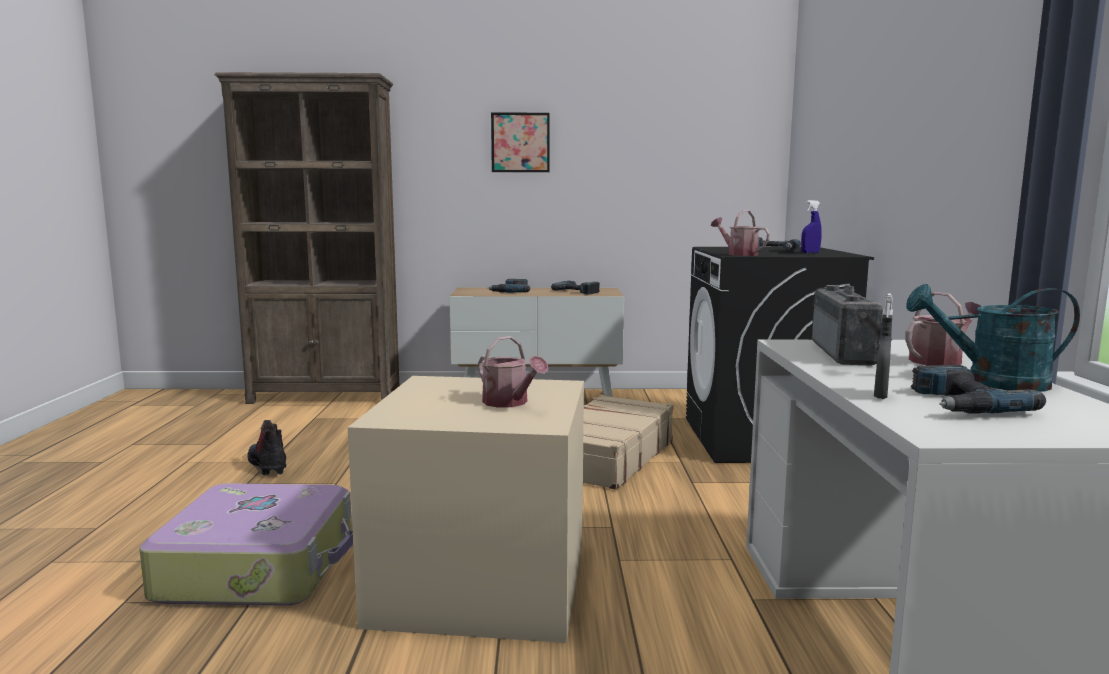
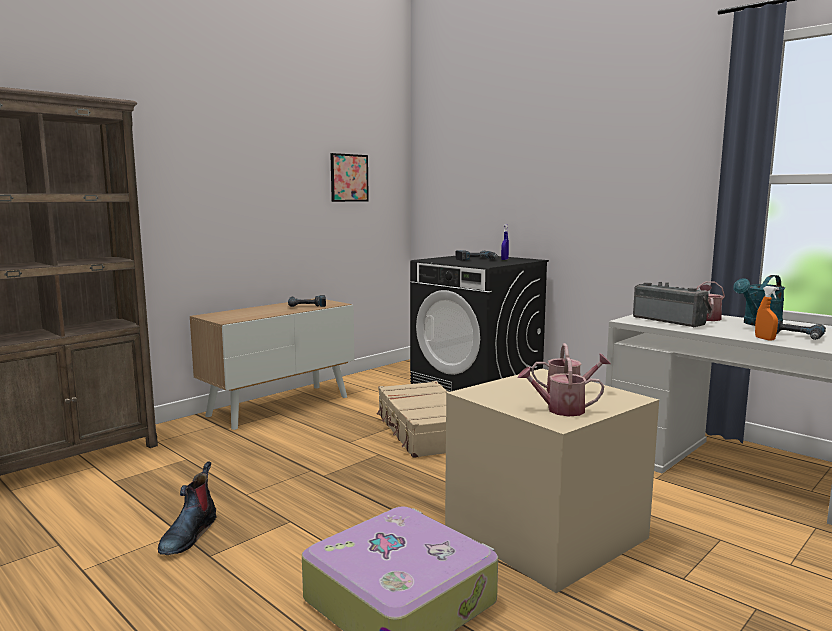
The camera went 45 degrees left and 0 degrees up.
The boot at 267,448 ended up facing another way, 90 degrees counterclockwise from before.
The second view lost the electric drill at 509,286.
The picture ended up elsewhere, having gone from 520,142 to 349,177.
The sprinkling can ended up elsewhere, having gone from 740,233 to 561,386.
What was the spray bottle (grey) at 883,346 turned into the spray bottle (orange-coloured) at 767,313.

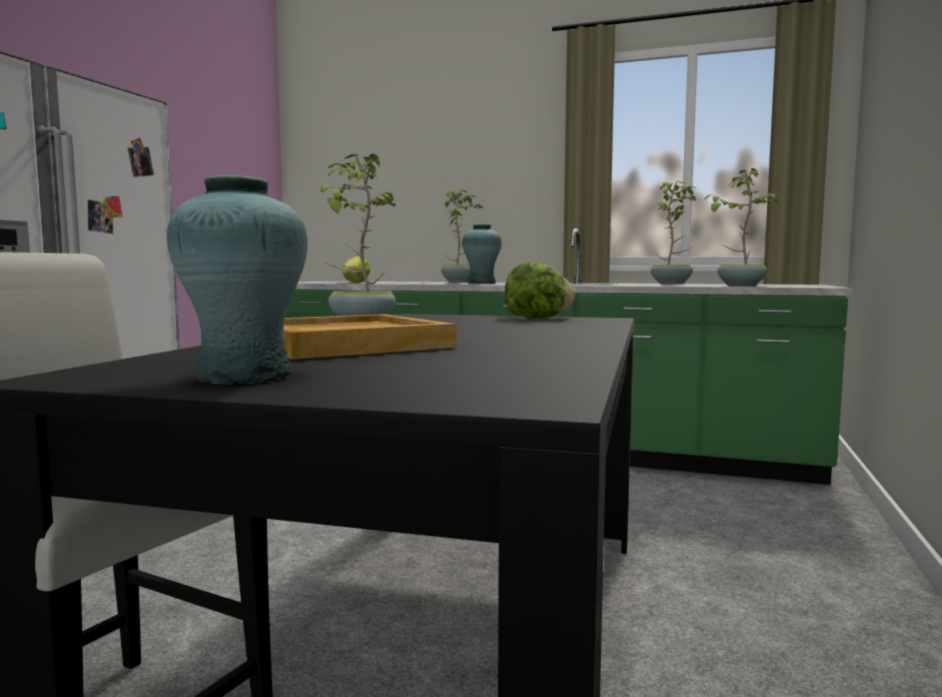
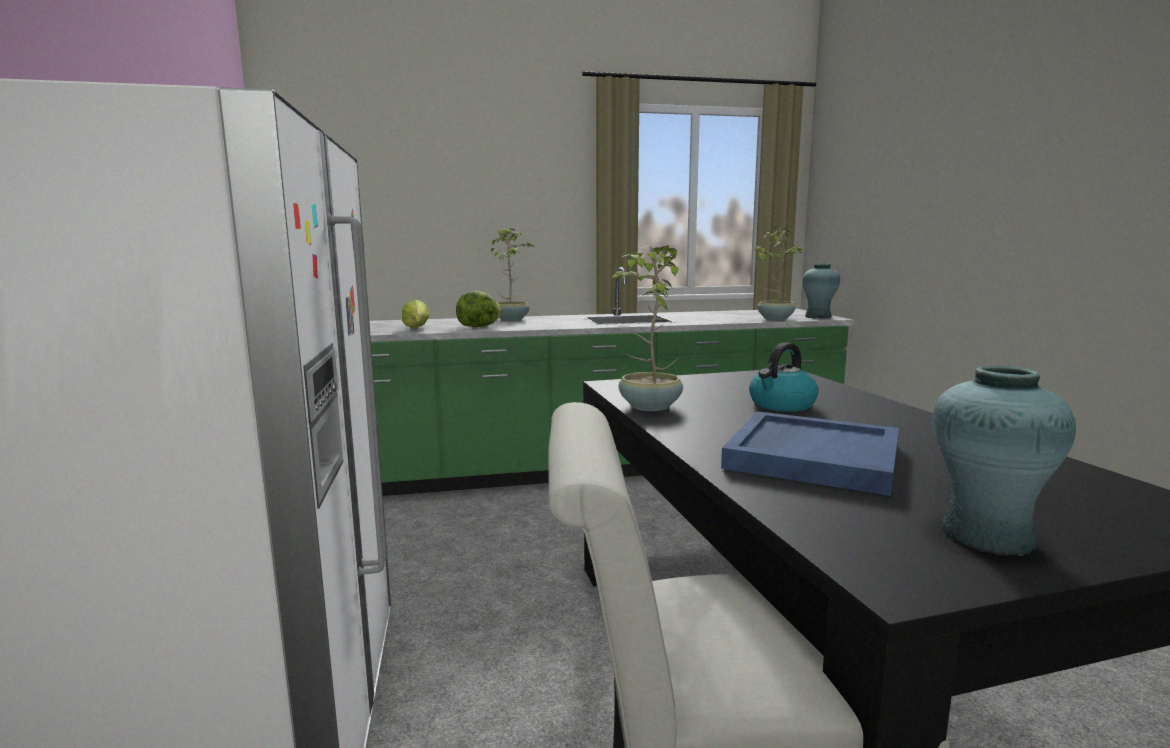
The camera went 30 degrees left and 5 degrees up.
What was the serving tray (beige-coloured) at 370,336 turned into the serving tray (blue-coloured) at 810,453.
The vase (blue-green) ended up elsewhere, having gone from 482,254 to 821,291.
The lettuce head ended up elsewhere, having gone from 540,290 to 479,309.
The second view lost the houseplant at 673,233.
The second view gained the water kettle at 783,377.

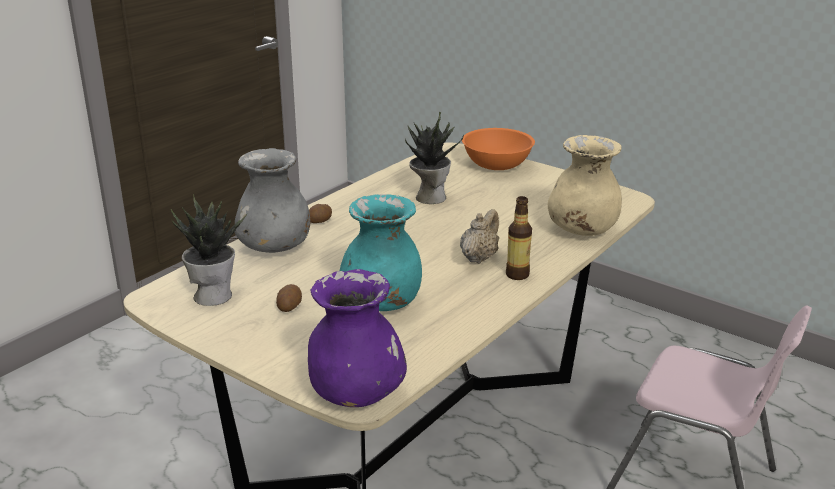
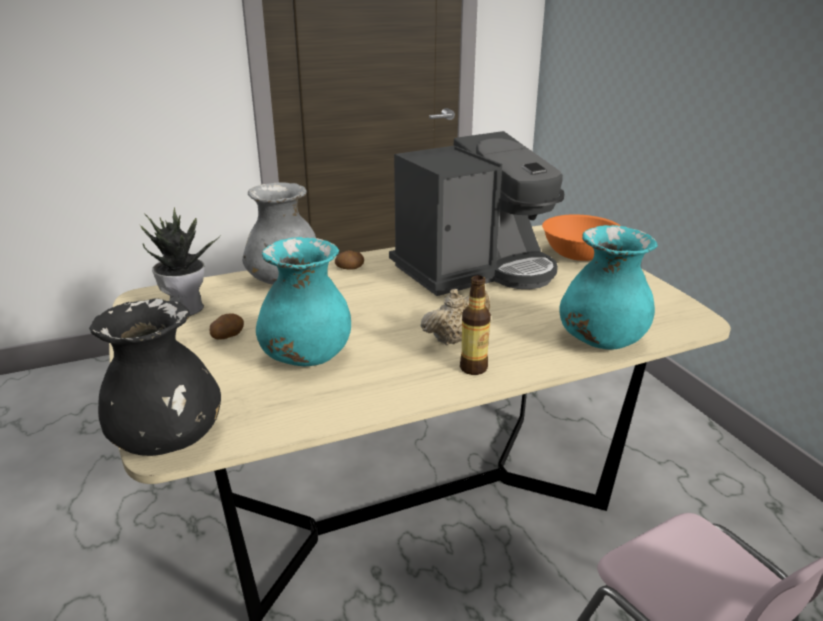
The camera went 30 degrees right and 0 degrees up.
What was the vase (purple-coloured) at 357,338 turned into the vase (black) at 155,377.
Where the houseplant stood at 434,158, the coffee maker came to stand at 476,213.
What was the vase (beige-coloured) at 585,185 turned into the vase (blue-green) at 608,287.

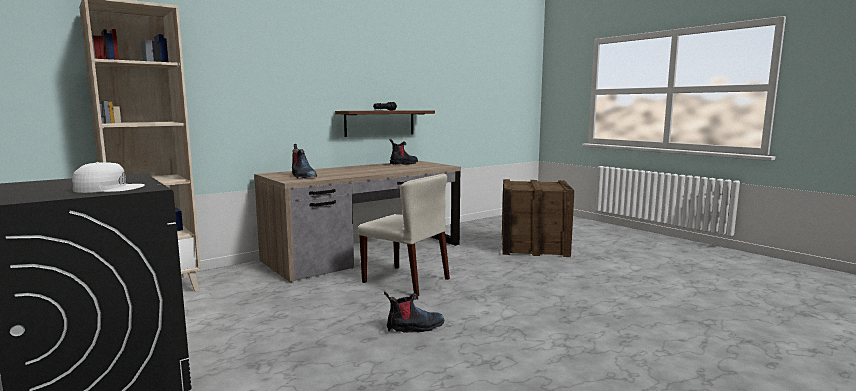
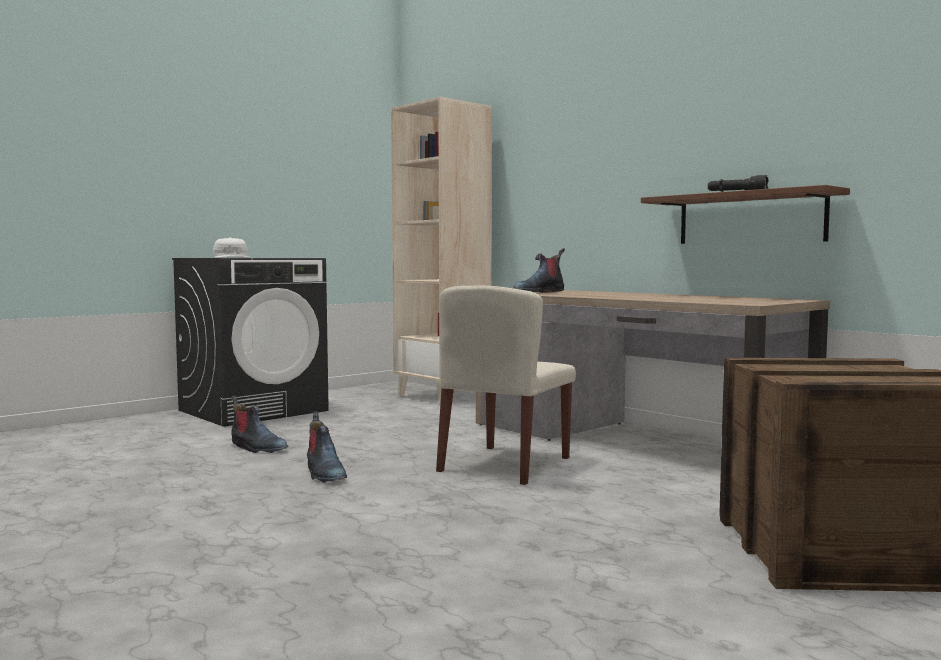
The camera went 85 degrees right and 5 degrees down.
The boot ended up elsewhere, having gone from 403,152 to 259,424.

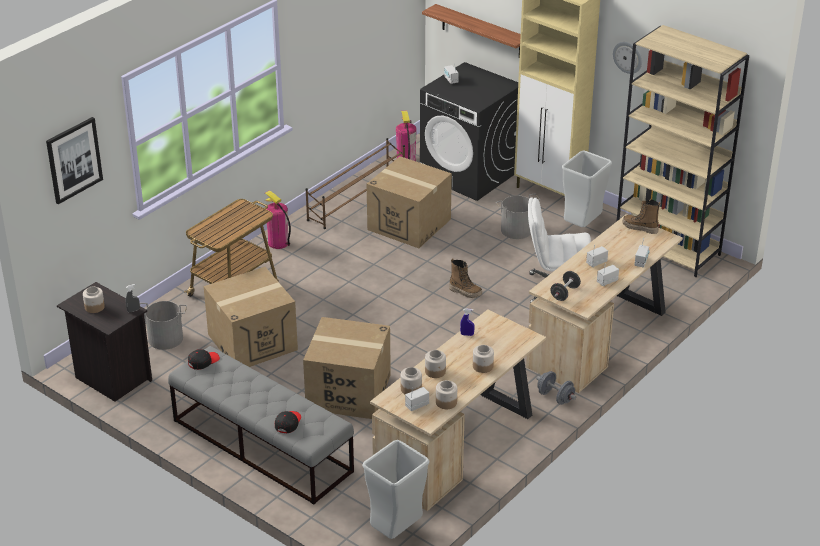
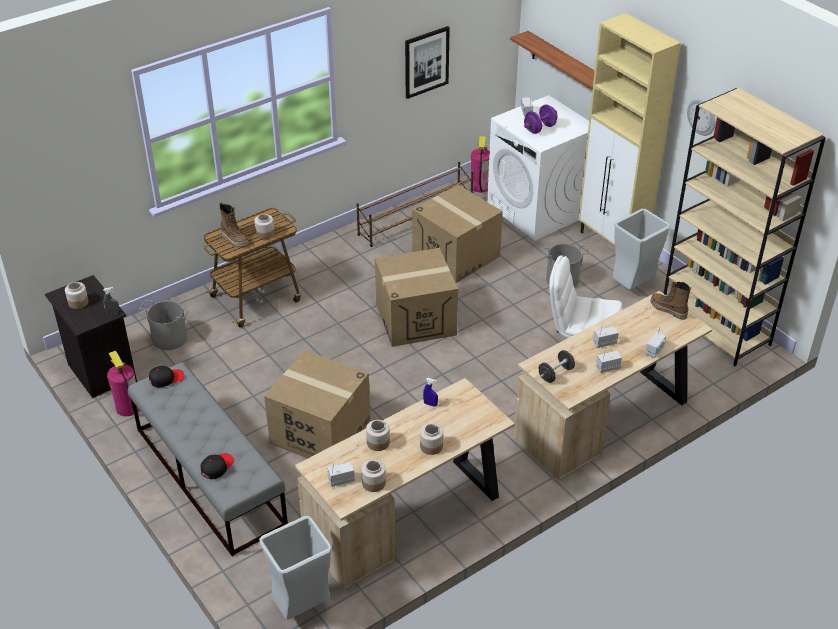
The camera went 15 degrees right and 5 degrees up.
The picture ended up elsewhere, having gone from 74,160 to 427,62.
The carton ended up elsewhere, having gone from 251,317 to 416,297.
The extinguisher ended up elsewhere, having gone from 278,220 to 123,383.
The storage jar ended up elsewhere, having gone from 411,380 to 264,226.
What was the laundry machine (black) at 469,131 turned into the laundry machine (white-coloured) at 538,168.
The boot ended up elsewhere, having gone from 465,278 to 234,225.
The second view lost the dumbbell (grey) at 556,388.
The second view gained the dumbbell (purple-coloured) at 540,119.

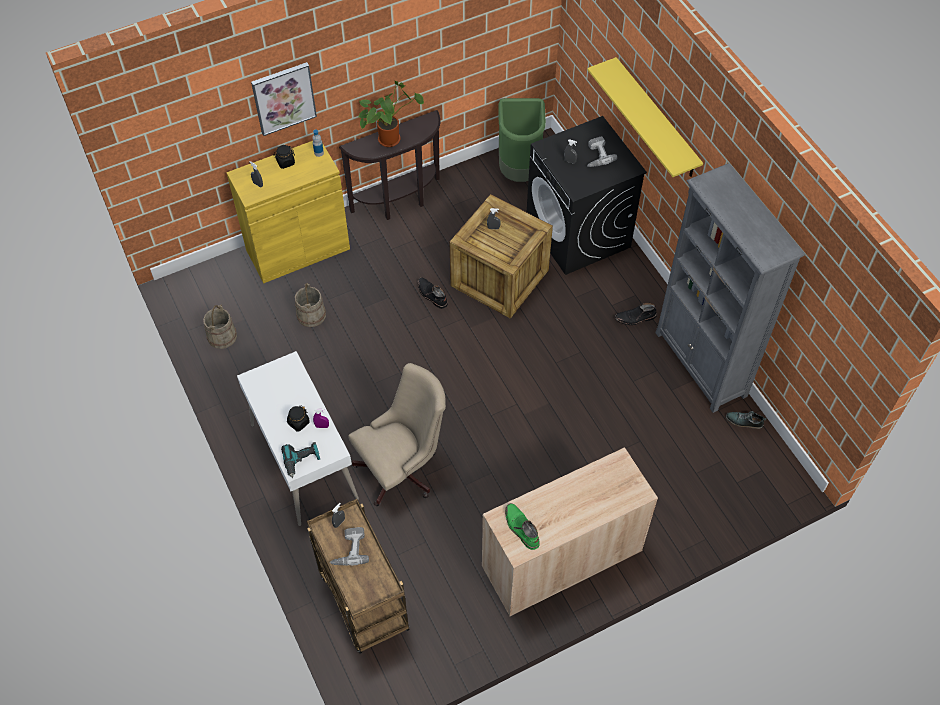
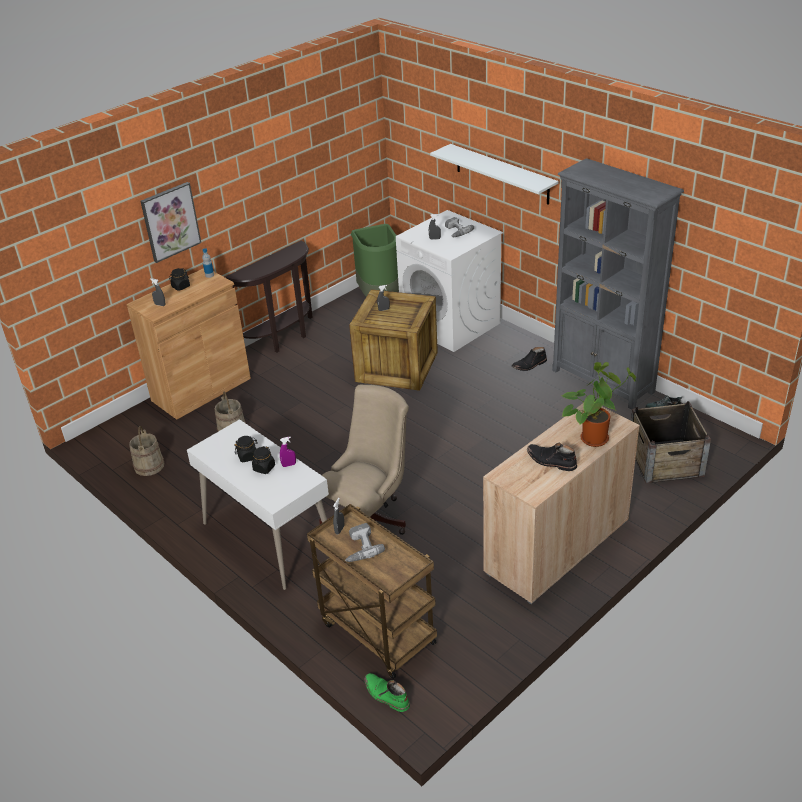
The camera went 15 degrees left and 20 degrees down.
What was the cupboard (yellow-coloured) at 288,212 turned into the cupboard (brown-coloured) at 189,344.
The second view lost the electric drill at 300,460.
The houseplant ended up elsewhere, having gone from 391,114 to 598,404.
The boot (black) ended up elsewhere, having gone from 432,293 to 552,457.
The boot (green) ended up elsewhere, having gone from 522,526 to 387,692.
What was the laundry machine (black) at 587,195 turned into the laundry machine (white-coloured) at 449,281.
What was the bracket shelf (yellow-coloured) at 645,117 turned into the bracket shelf (white-coloured) at 494,174.
The second view gained the storage jar (black) at 246,449.
The second view gained the crate at 671,442.

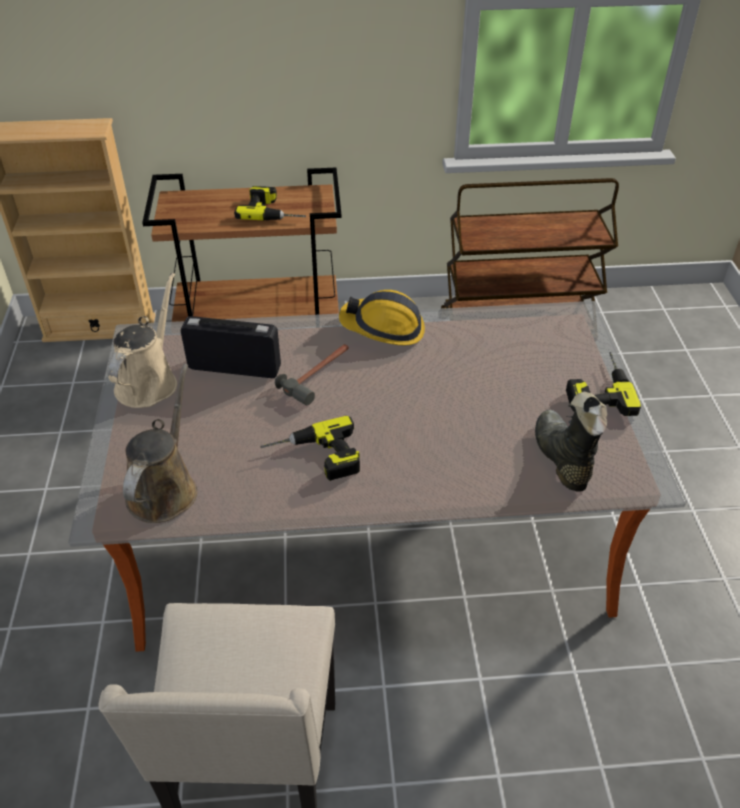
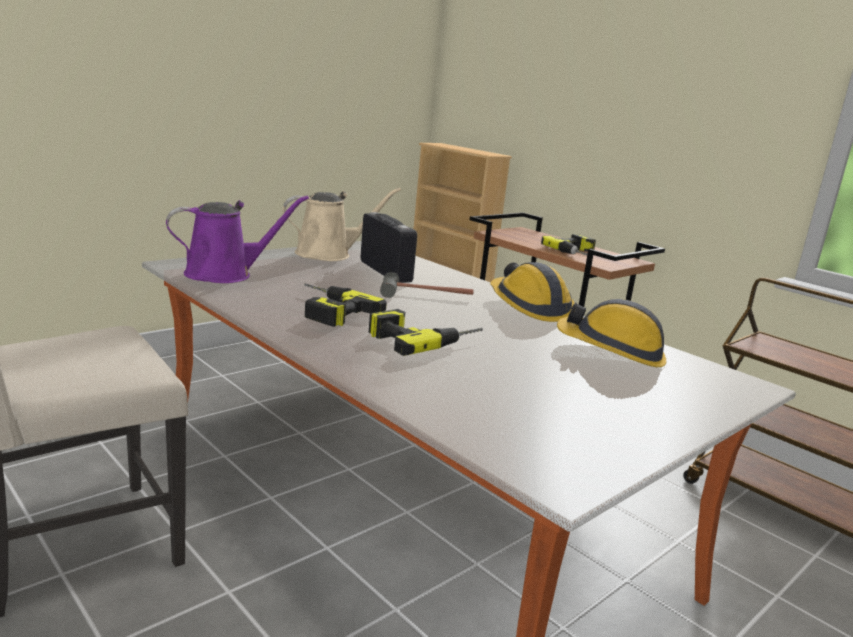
The camera went 50 degrees right and 25 degrees down.
What was the sprinkling can (brown-coloured) at 160,443 turned into the sprinkling can (purple-coloured) at 237,239.
The second view lost the boot (black) at 571,441.
The electric drill ended up elsewhere, having gone from 603,384 to 426,332.
The second view gained the safety helmet at 611,333.

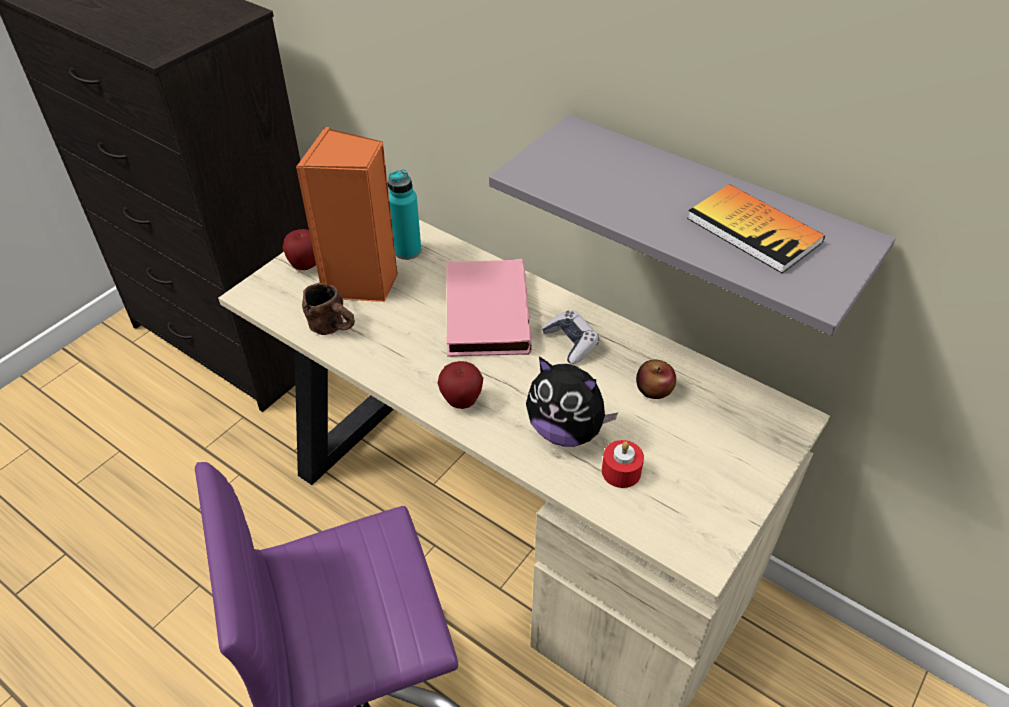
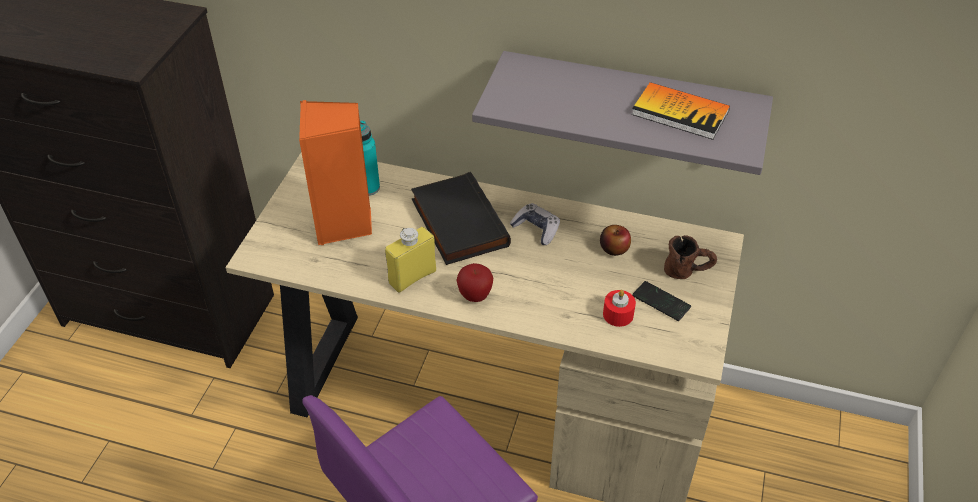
The camera went 20 degrees left and 0 degrees up.
The second view lost the apple fruit at 299,249.
The mug (brown-coloured) ended up elsewhere, having gone from 328,309 to 690,257.
What was the volume (pink-coloured) at 489,308 turned into the volume (black) at 461,218.
The second view lost the plush toy at 572,402.
The second view gained the bottle (yellow-coloured) at 410,260.
The second view gained the handset at 661,301.

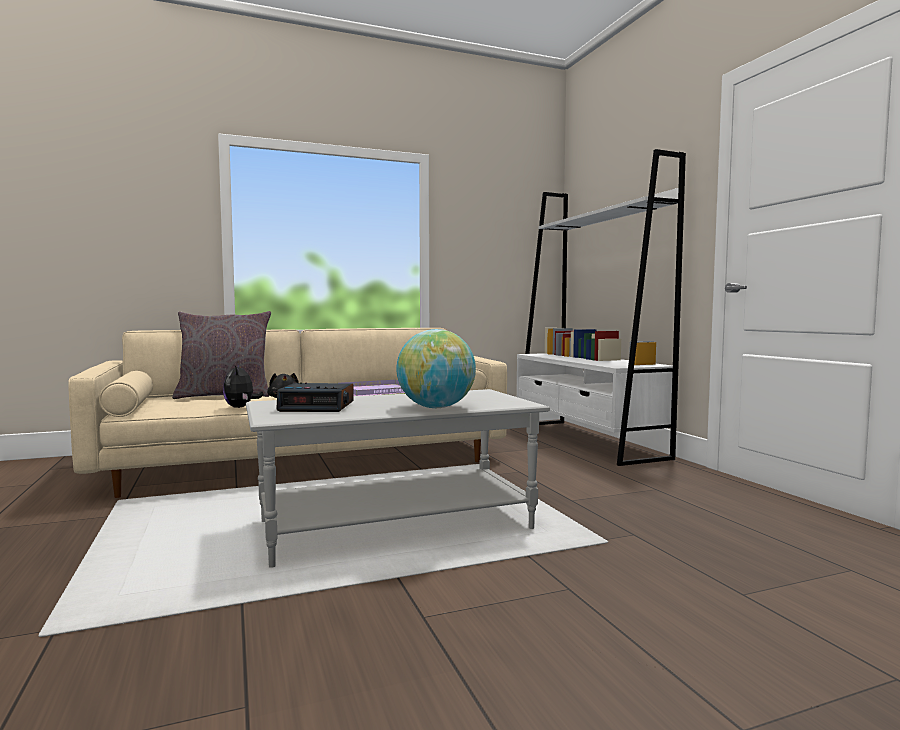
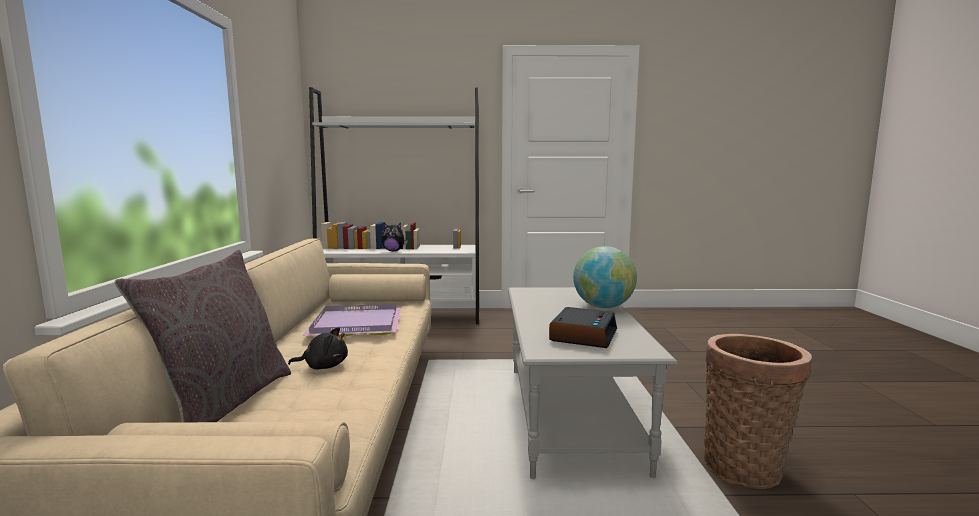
The camera went 70 degrees left and 5 degrees up.
The plush toy ended up elsewhere, having gone from 243,385 to 395,237.
The second view gained the basket at 758,411.

